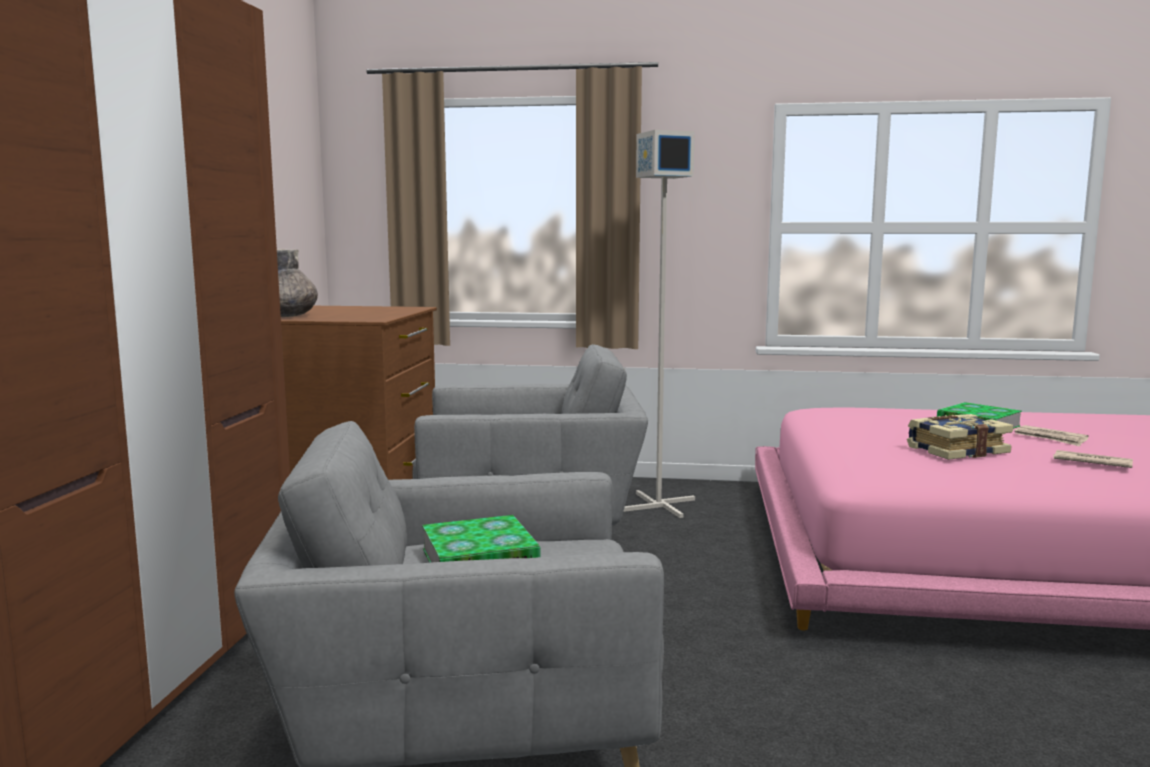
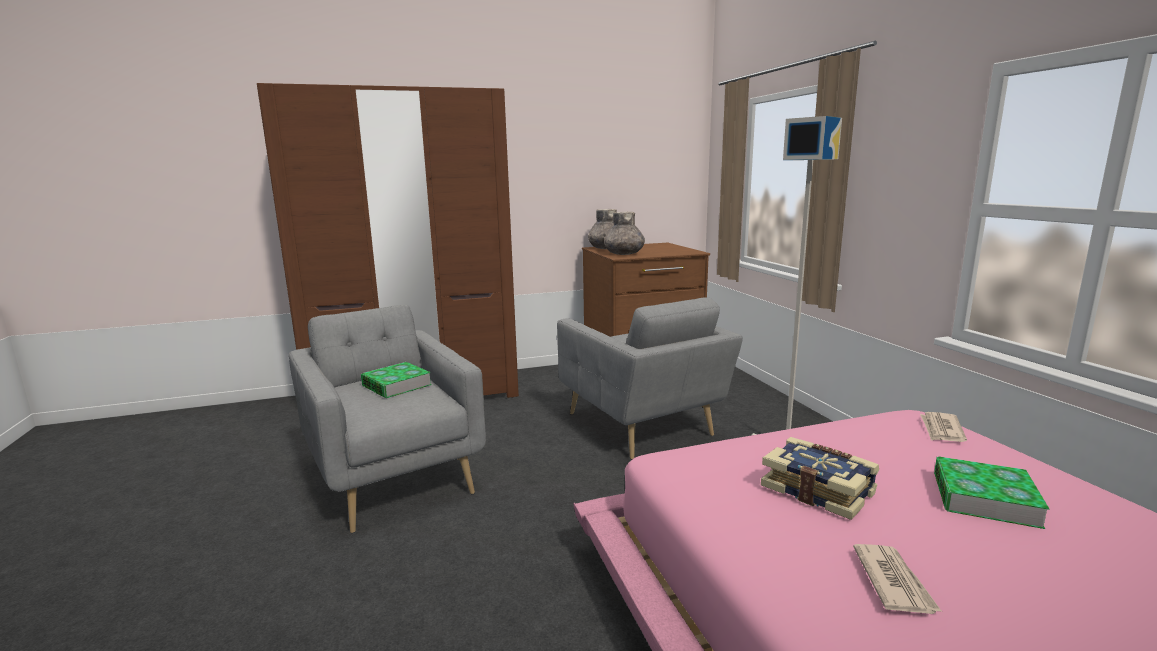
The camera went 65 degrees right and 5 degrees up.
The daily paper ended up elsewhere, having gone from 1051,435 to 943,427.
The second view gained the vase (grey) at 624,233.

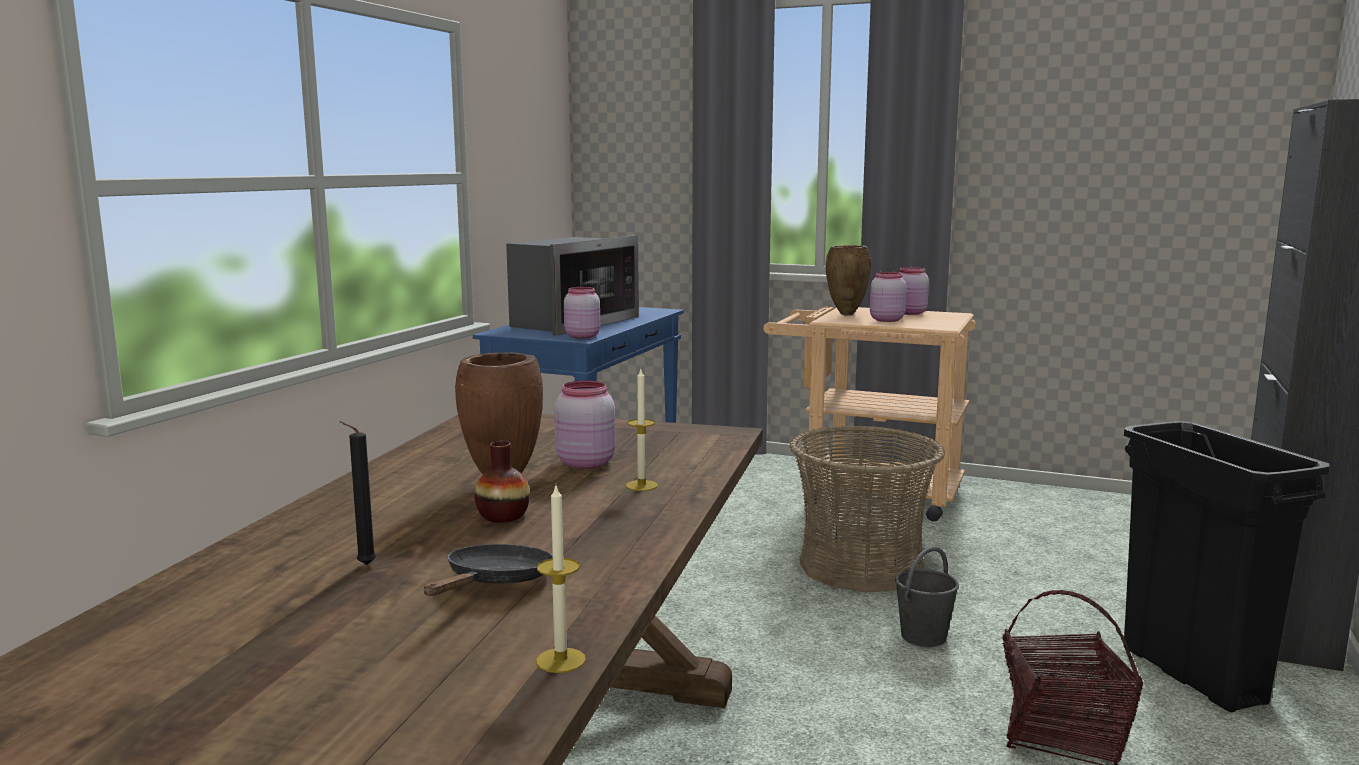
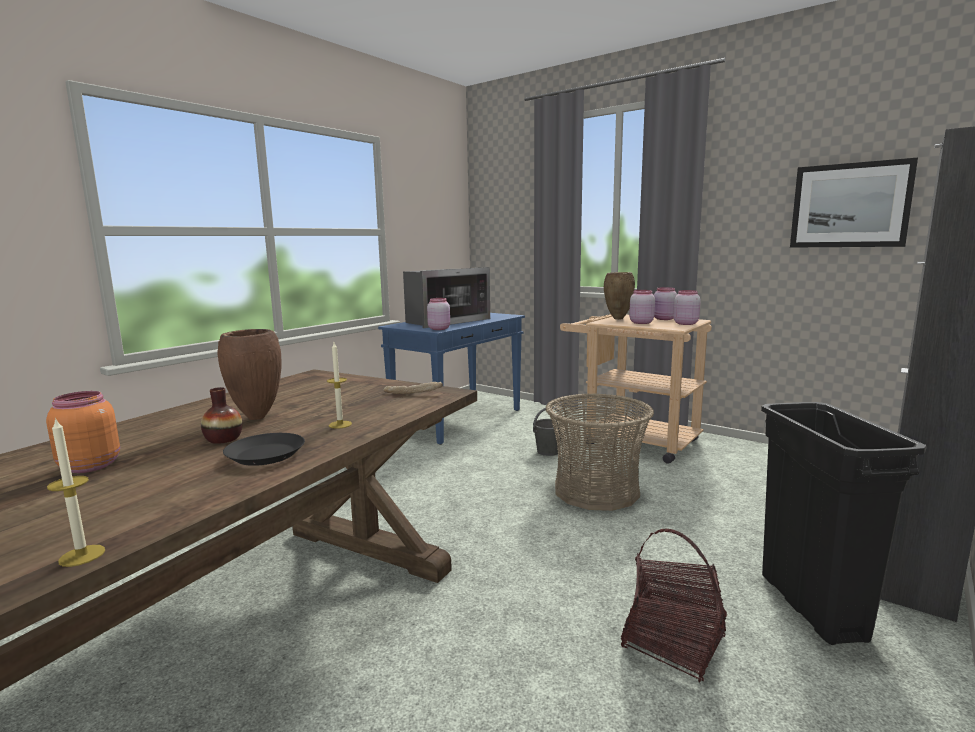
The camera went 15 degrees right and 0 degrees up.
Where the candle (black) stood at 358,493, the storage jar (orange-coloured) came to stand at 83,432.
The second view lost the pan (black) at 488,570.
The storage jar (pink-coloured) ended up elsewhere, having gone from 584,425 to 687,307.
The bucket (grey) ended up elsewhere, having gone from 927,596 to 548,431.
The second view gained the flat dish (black) at 264,449.
The second view gained the baked bread at 413,388.
The second view gained the picture at 854,203.

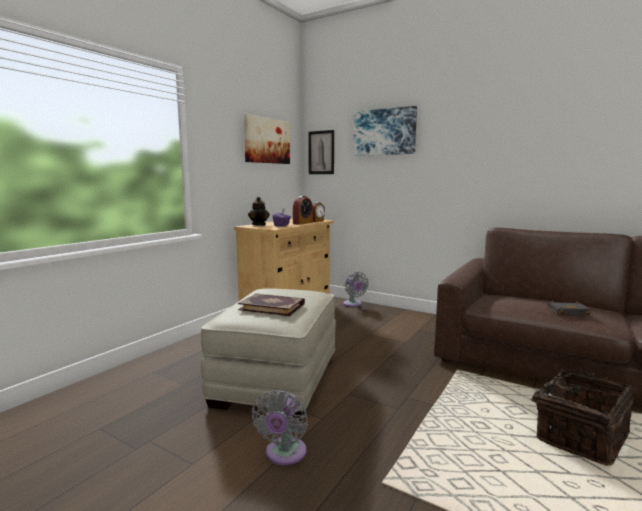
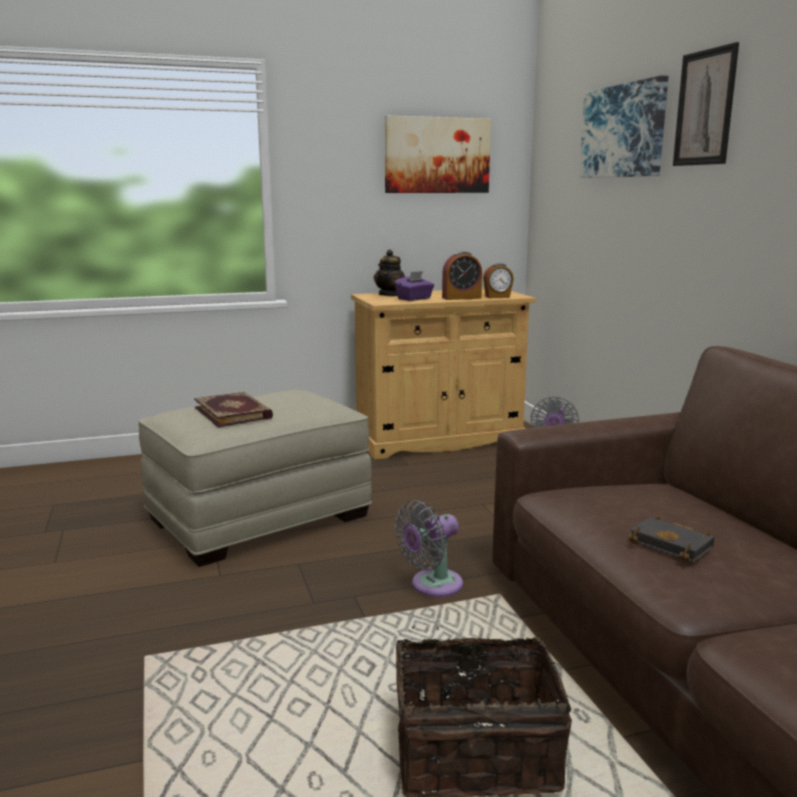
The camera went 40 degrees right and 5 degrees up.
The electric fan (grey) ended up elsewhere, having gone from 280,427 to 429,548.
The picture ended up elsewhere, having gone from 321,152 to 706,104.

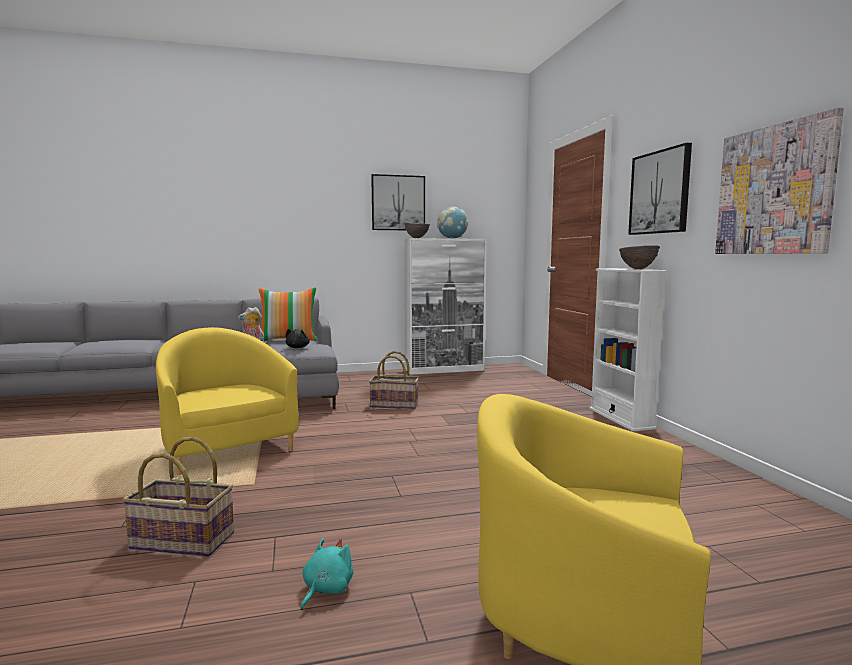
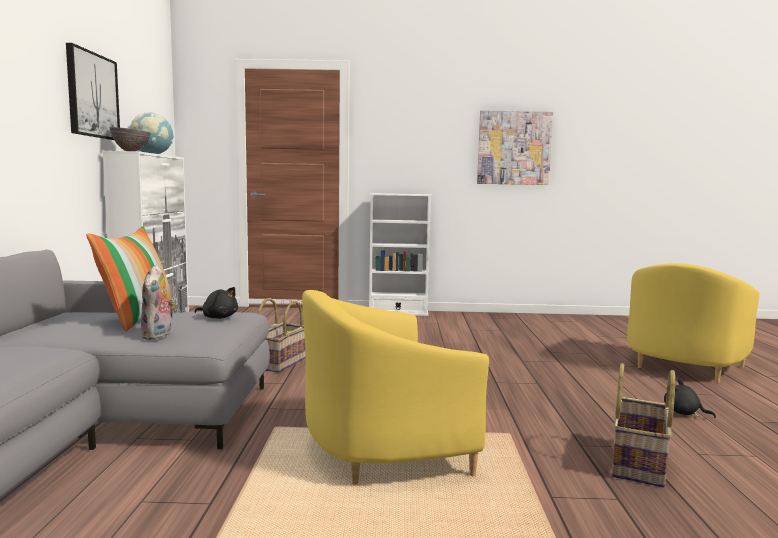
The camera went 75 degrees left and 0 degrees up.
What was the plush toy (blue-green) at 327,574 turned into the plush toy (black) at 690,398.
The second view lost the deep dish (brown-coloured) at 639,257.
The second view lost the picture at 660,189.

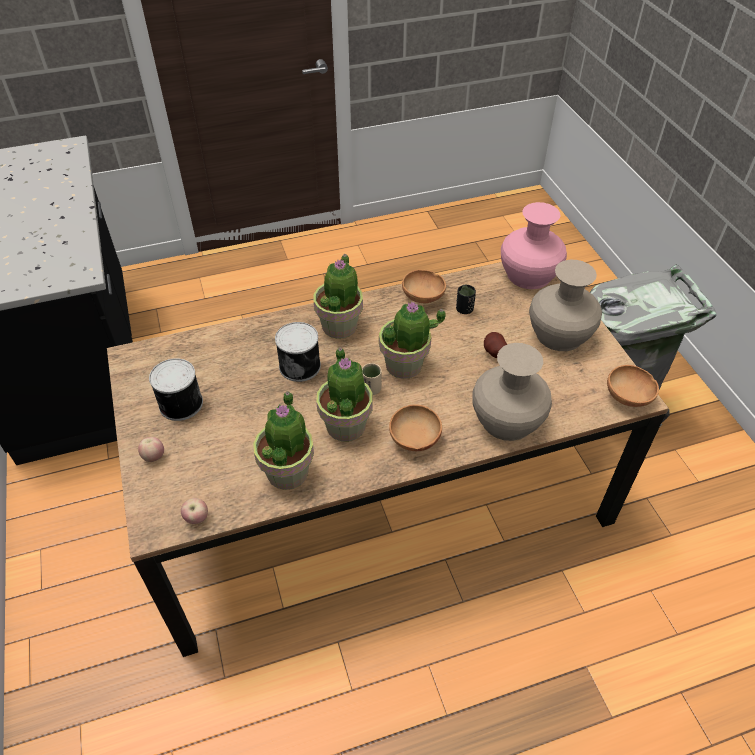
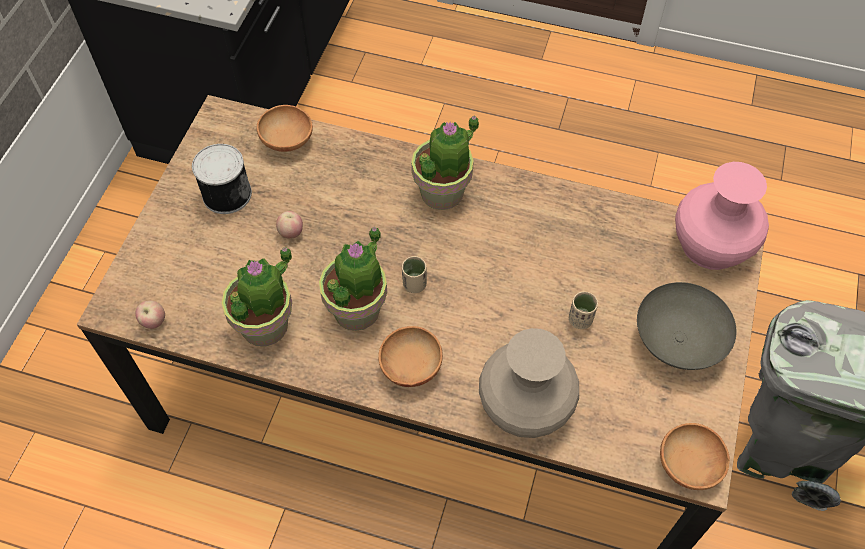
The camera went 35 degrees right and 10 degrees up.
The apple fruit ended up elsewhere, having gone from 151,449 to 289,225.
The second view lost the metal can at 298,352.
The second view lost the houseplant at 412,340.
The deep dish (brown-coloured) ended up elsewhere, having gone from 424,286 to 285,128.
The second view lost the drinking cup (black) at 466,299.
Where the whole potato stood at 495,345, the drinking cup (beige-coloured) came to stand at 583,310.
Where the vase (beige-coloured) stood at 565,305, the deep dish (grey) came to stand at 687,326.

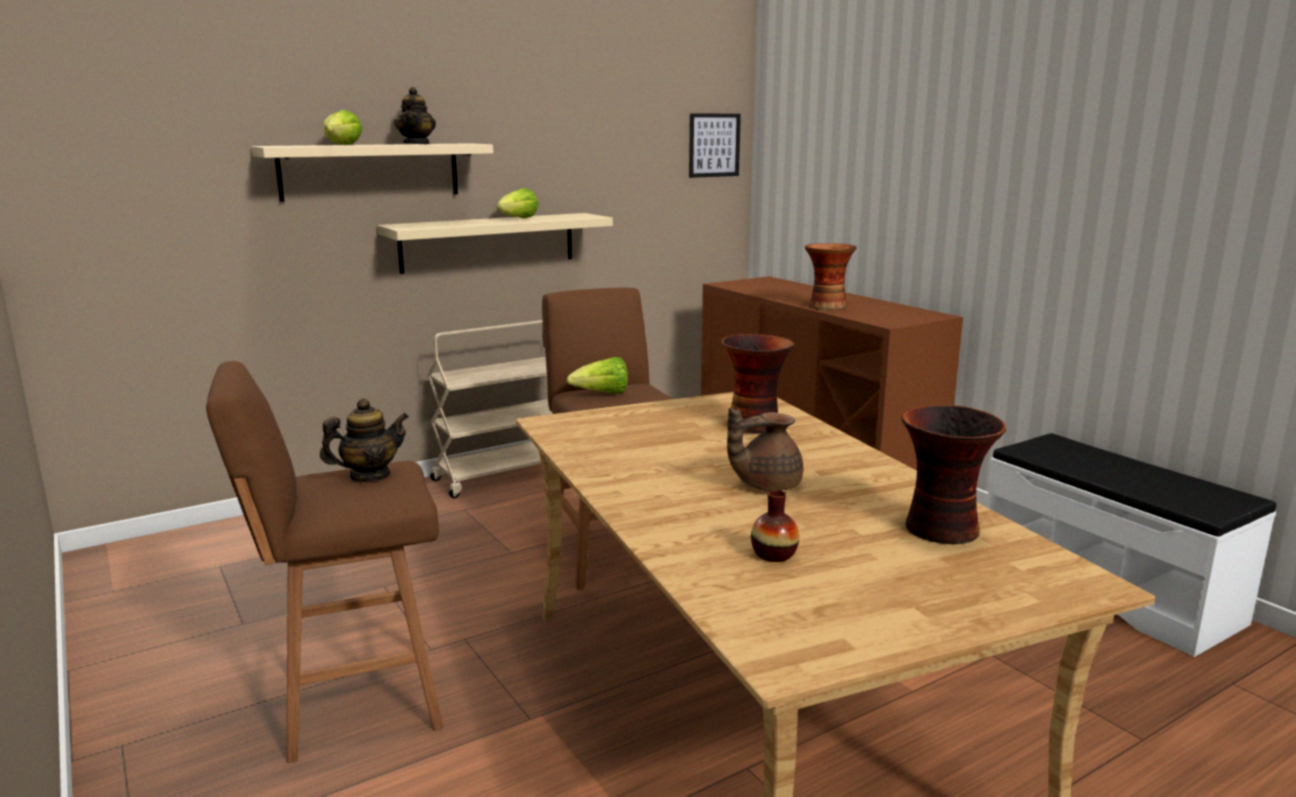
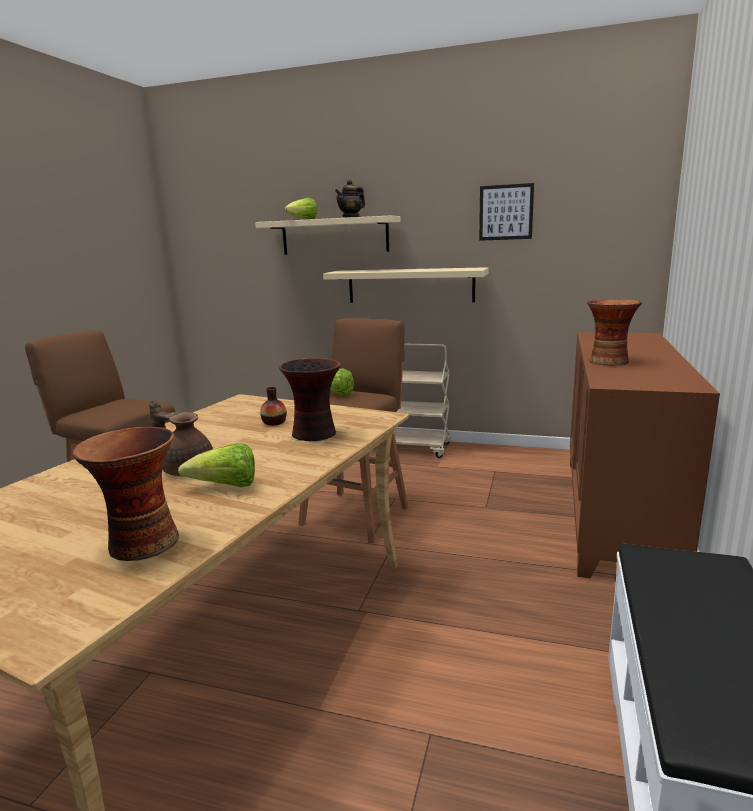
The camera went 50 degrees right and 0 degrees up.
The second view lost the tea pot at 364,439.
The lettuce head ended up elsewhere, having gone from 517,203 to 216,465.
The picture ended up elsewhere, having gone from 715,145 to 506,212.
The vase ended up elsewhere, having gone from 775,526 to 273,406.

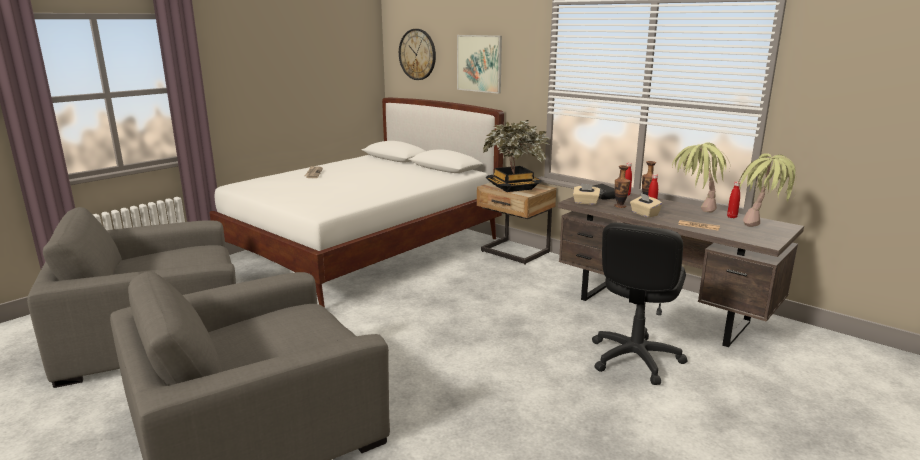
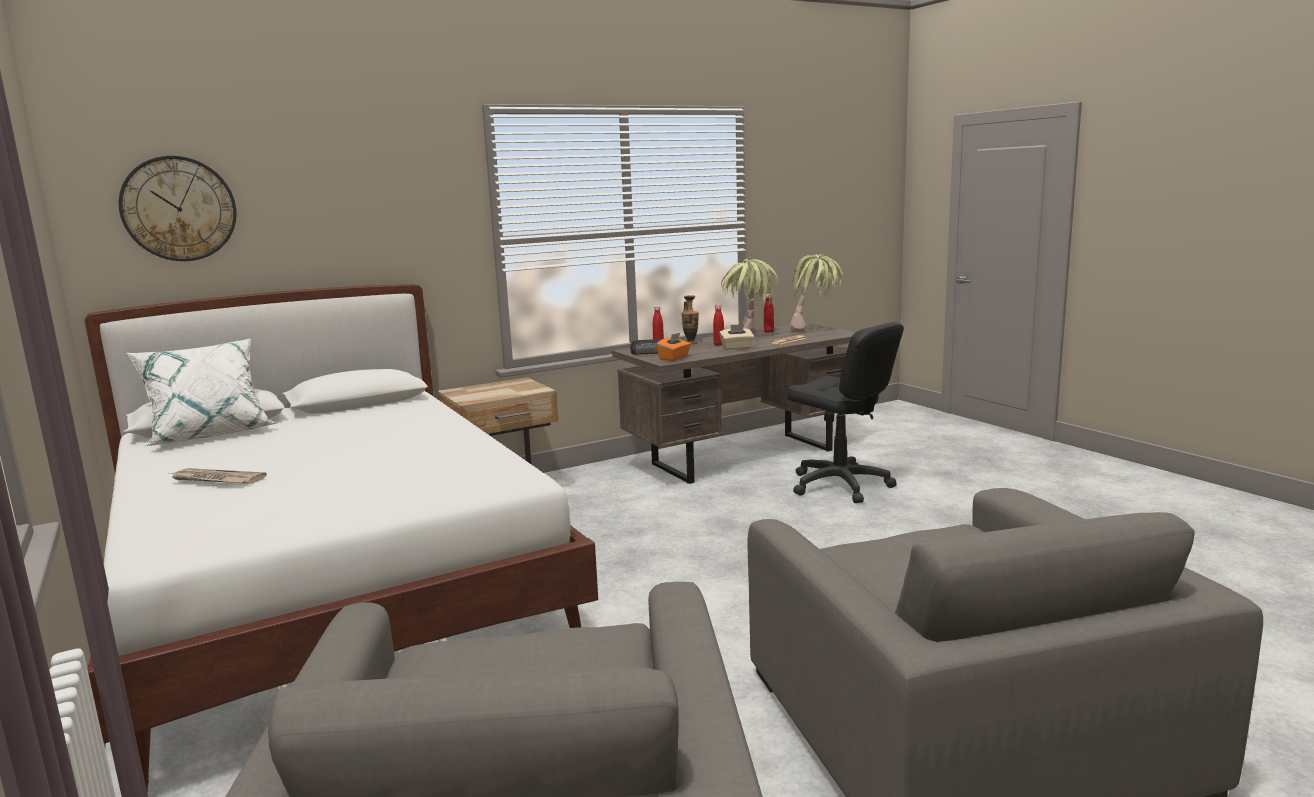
The camera went 70 degrees left and 5 degrees down.
The second view lost the picture at 479,64.
The second view lost the houseplant at 516,156.
What was the tissue box (beige-coloured) at 586,194 turned into the tissue box (orange-coloured) at 673,346.
The second view lost the vase at 622,186.
The second view gained the cushion (white-coloured) at 202,392.

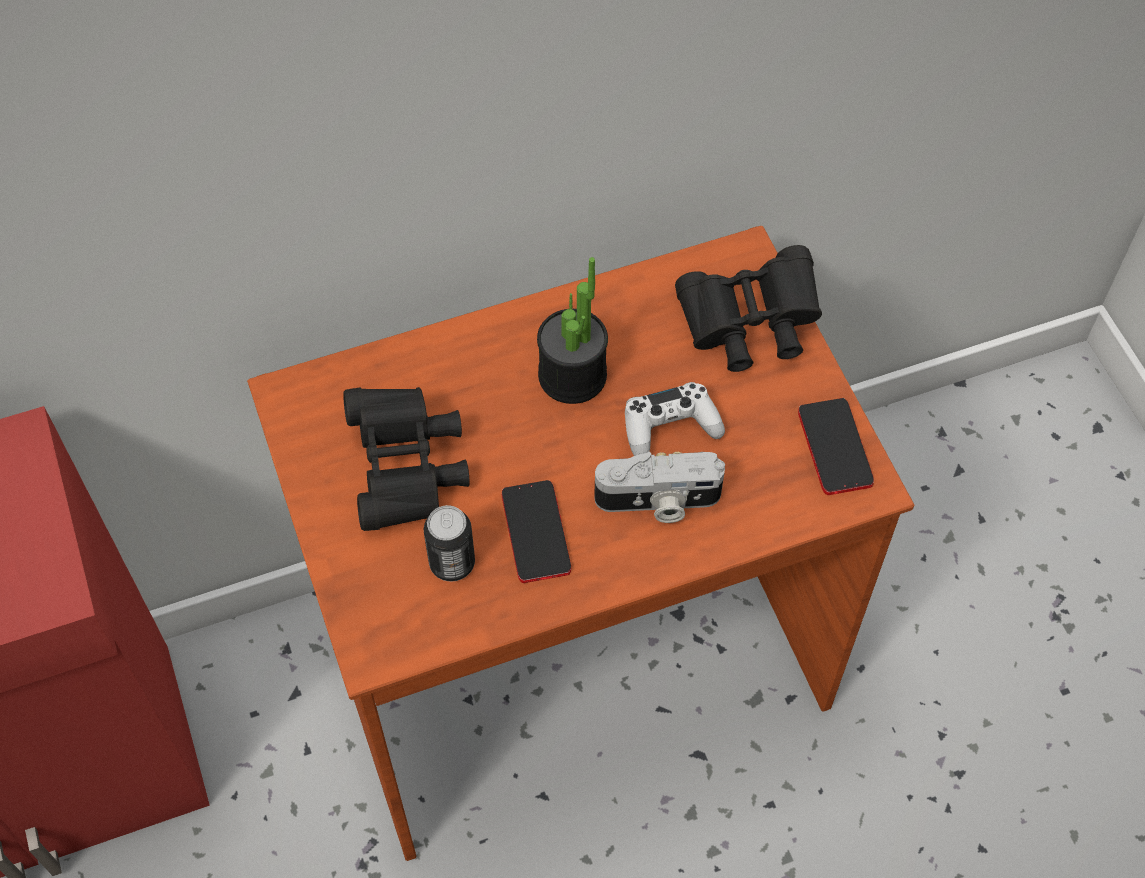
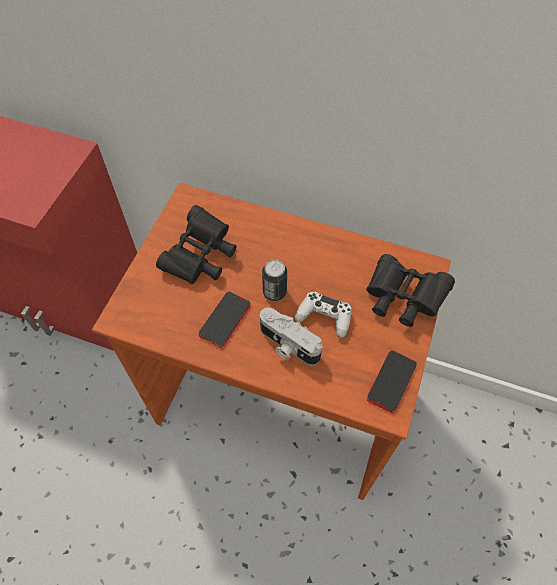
The camera went 40 degrees right and 0 degrees up.
The metal can ended up elsewhere, having gone from 449,543 to 274,280.
The second view lost the houseplant at 572,330.

